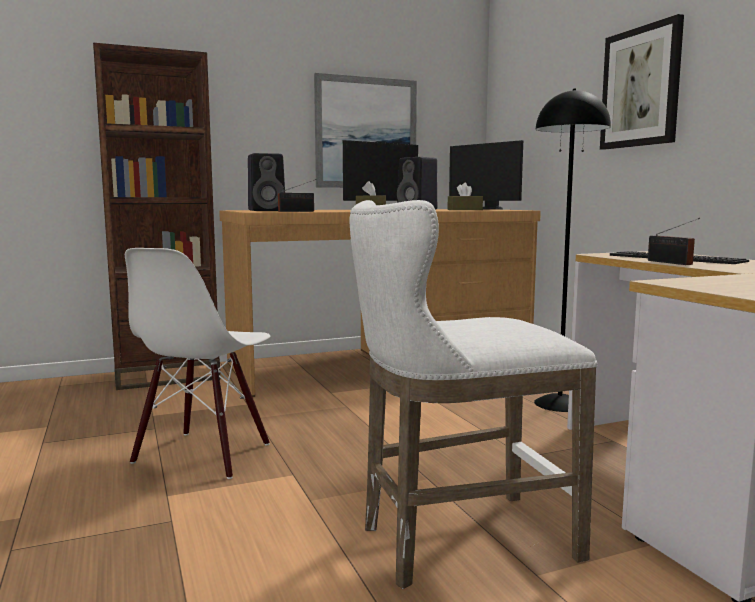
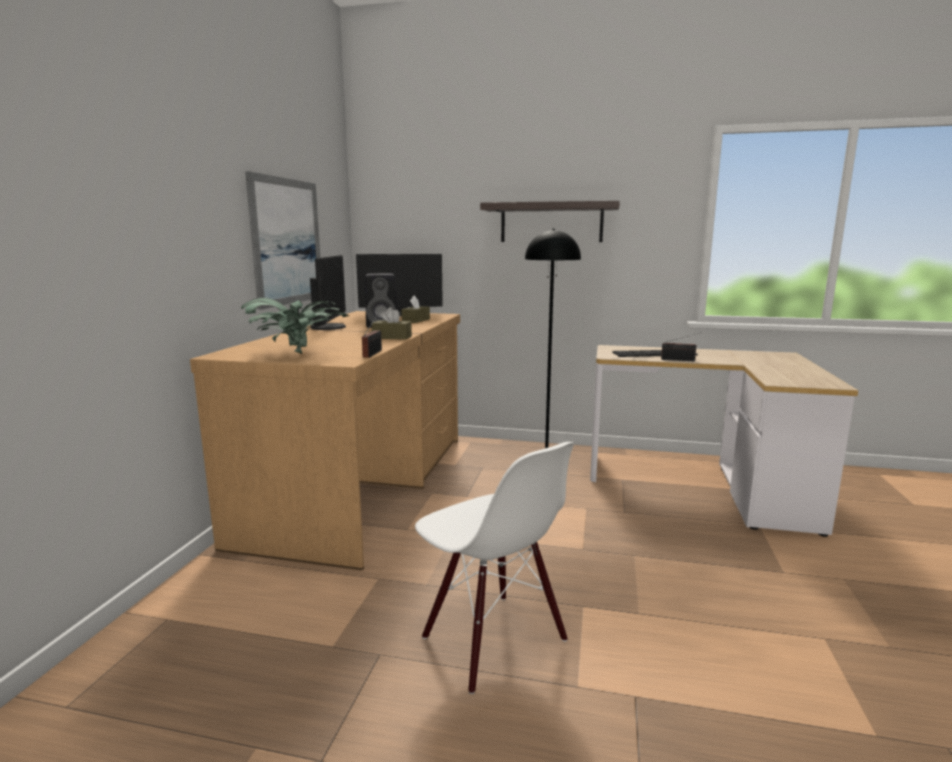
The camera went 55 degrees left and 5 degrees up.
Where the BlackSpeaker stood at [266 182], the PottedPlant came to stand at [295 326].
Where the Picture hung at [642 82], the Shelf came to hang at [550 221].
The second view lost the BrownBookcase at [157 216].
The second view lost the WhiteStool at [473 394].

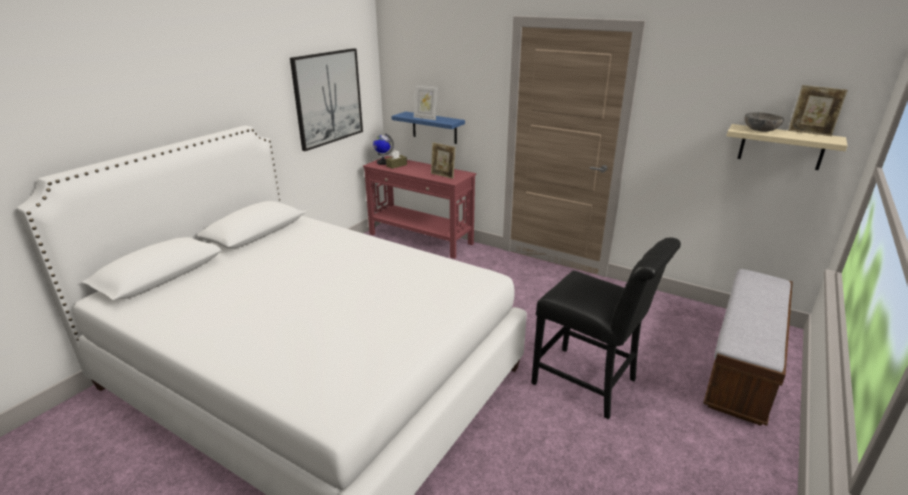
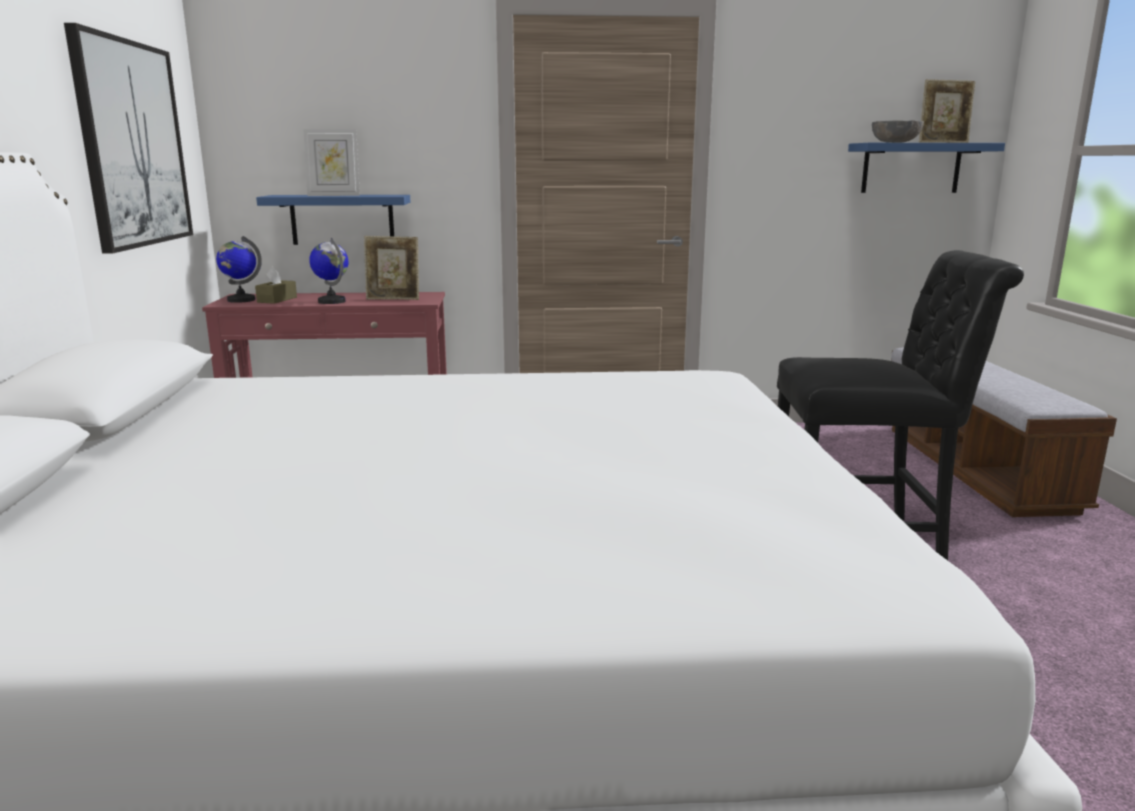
The camera went 35 degrees left and 10 degrees down.
The second view gained the Globe at [329 271].
What was the BeigeShelf at [787 147] turned into the BlueShelf at [926 168].

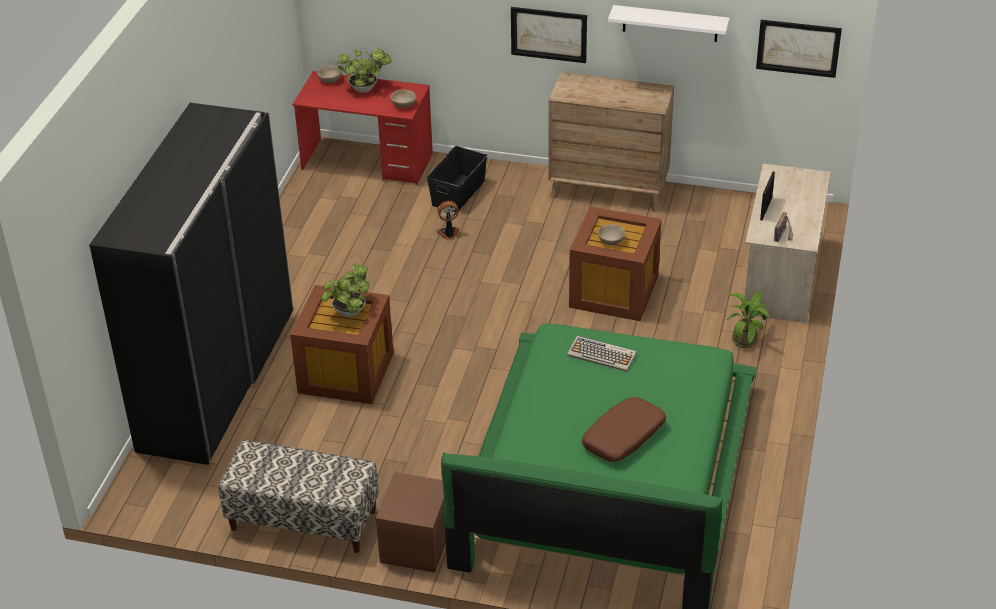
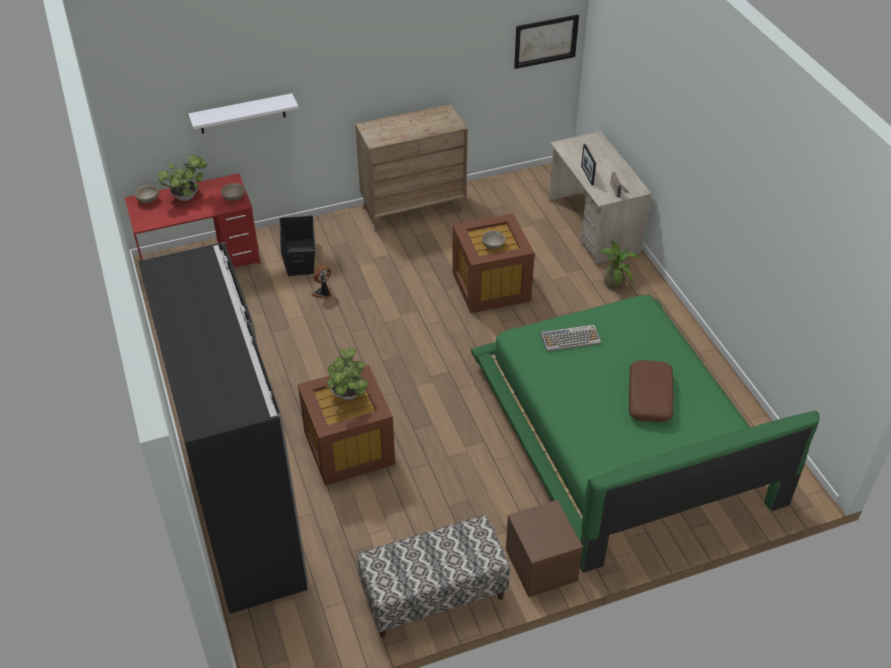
The camera went 35 degrees left and 5 degrees up.
The WhiteShelf ended up elsewhere, having gone from [669 23] to [243 113].
The second view lost the Picture at [549 35].

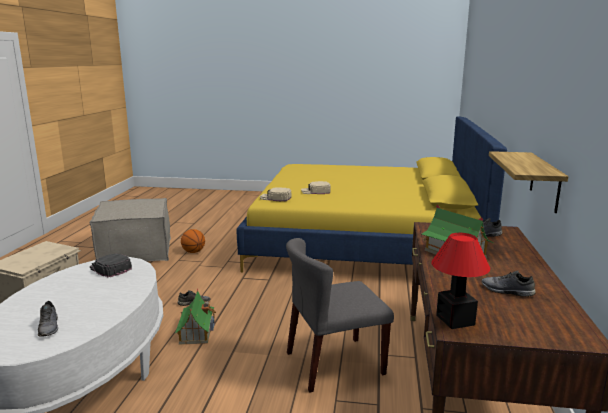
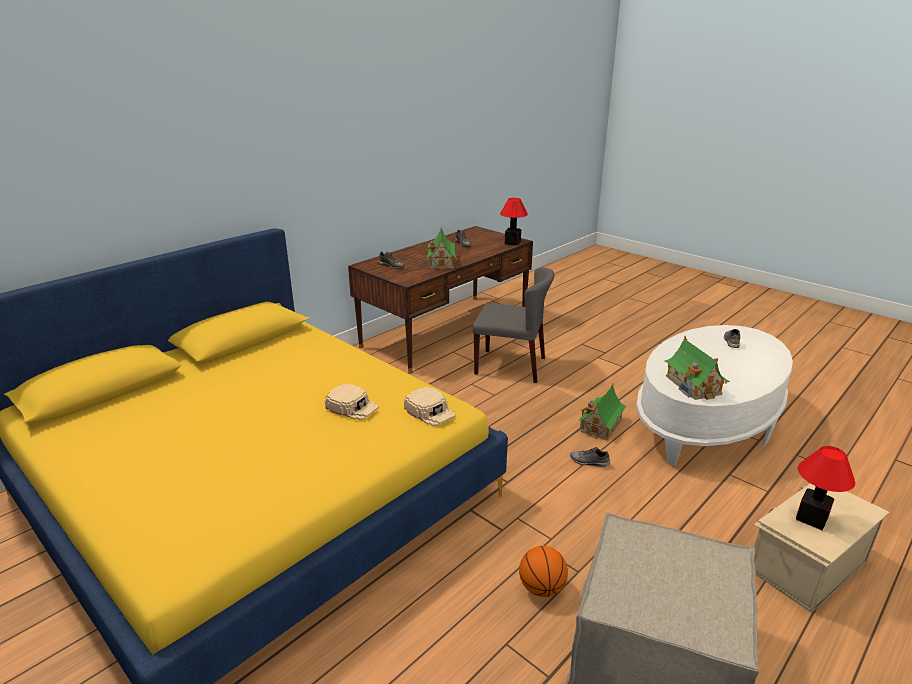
The camera went 145 degrees left and 10 degrees up.
Where the BlackCap stood at [111 265], the ToyHouse came to stand at [697 368].
The second view gained the TableLamp at [825 488].
The second view lost the Shelf at [528 182].

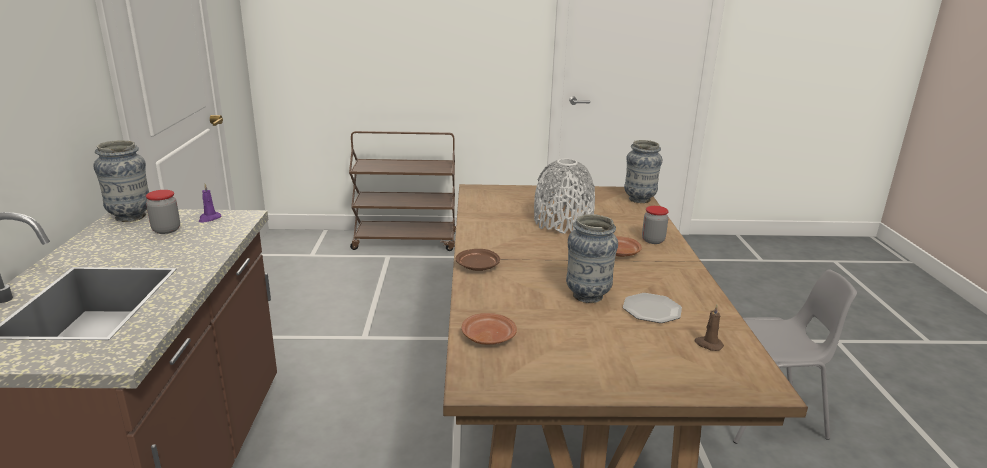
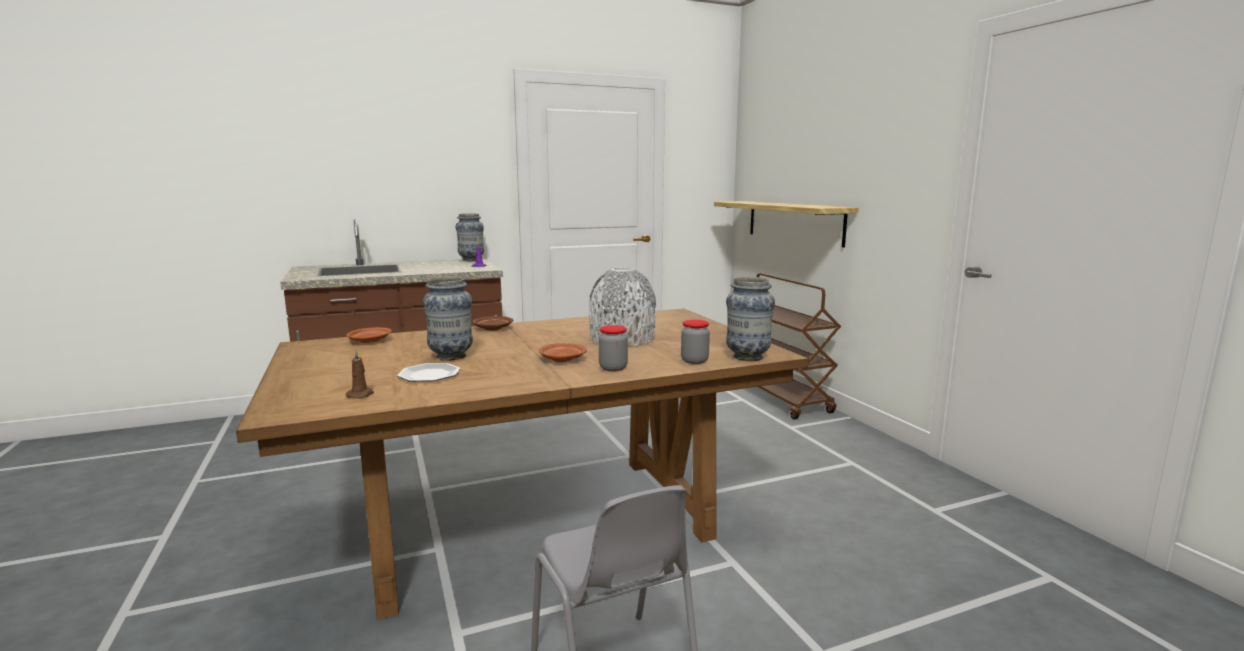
The camera went 70 degrees right and 10 degrees down.
The Jar ended up elsewhere, having gone from [163 212] to [695 342].
The second view gained the Shelf at [786 224].

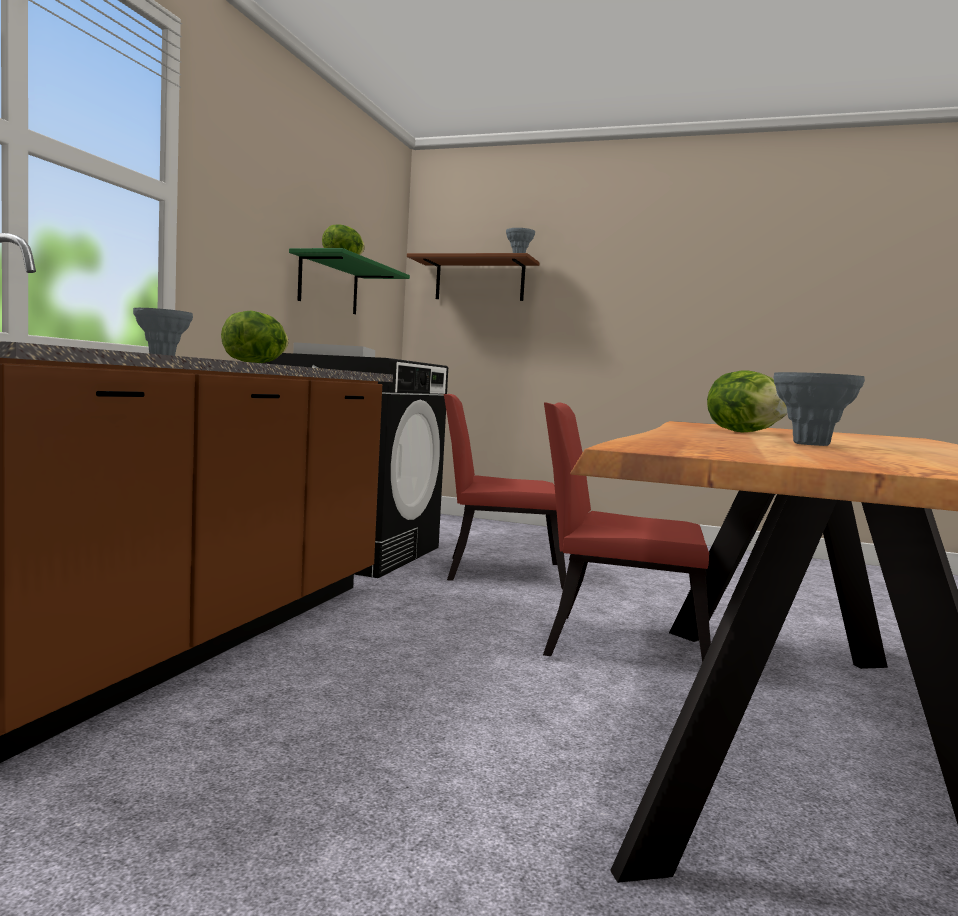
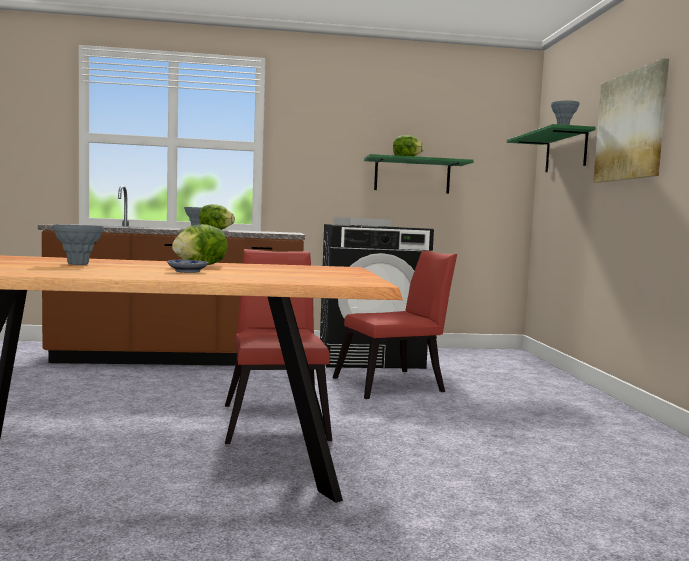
The camera went 65 degrees right and 0 degrees up.
The second view gained the Bowl at [188 266].
The RedChair at [505 491] ended up facing another way, 90 degrees clockwise from before.
What was the BrownShelf at [473 277] turned into the GreenShelf at [551 148].
The second view gained the Picture at [631 120].

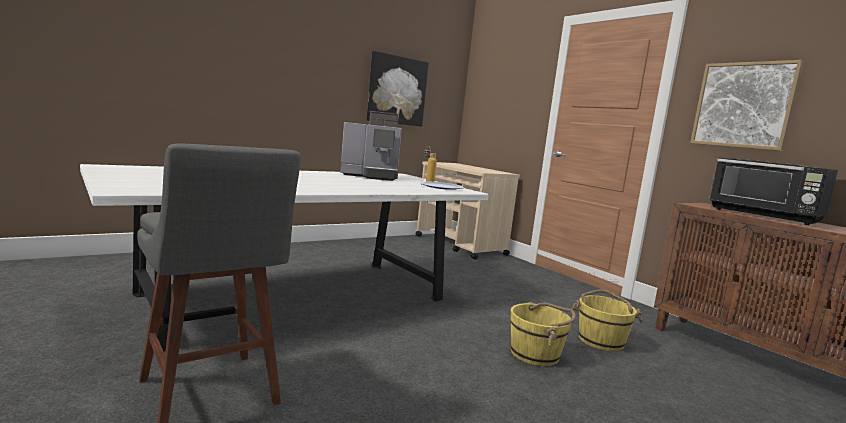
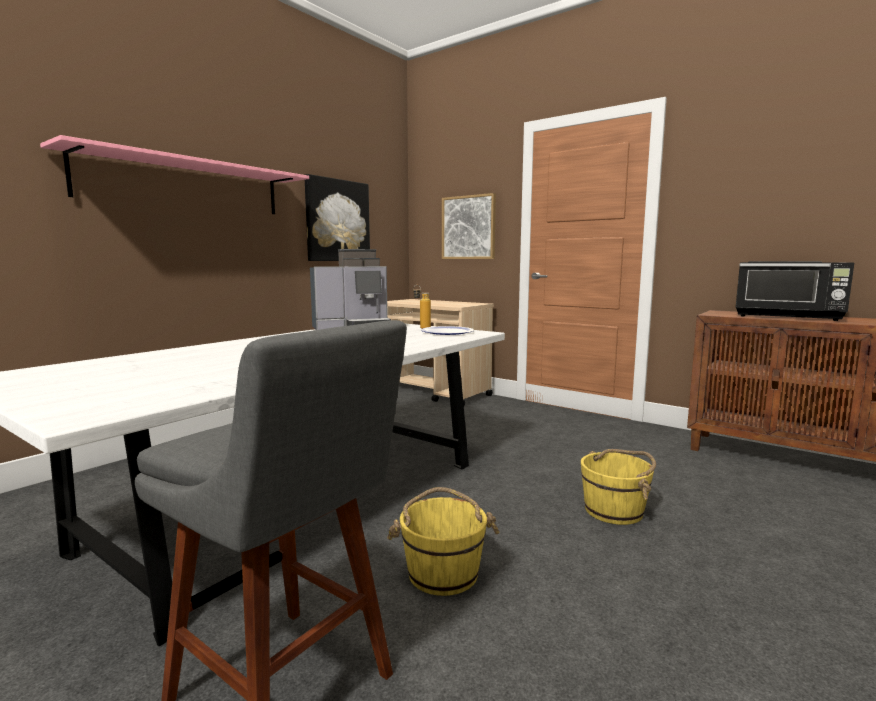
The camera went 15 degrees left and 0 degrees up.
The second view gained the PinkShelf at [174 174].
The YellowBucket ended up elsewhere, having gone from [607 320] to [443 541].
The Picture ended up elsewhere, having gone from [747 105] to [469 226].

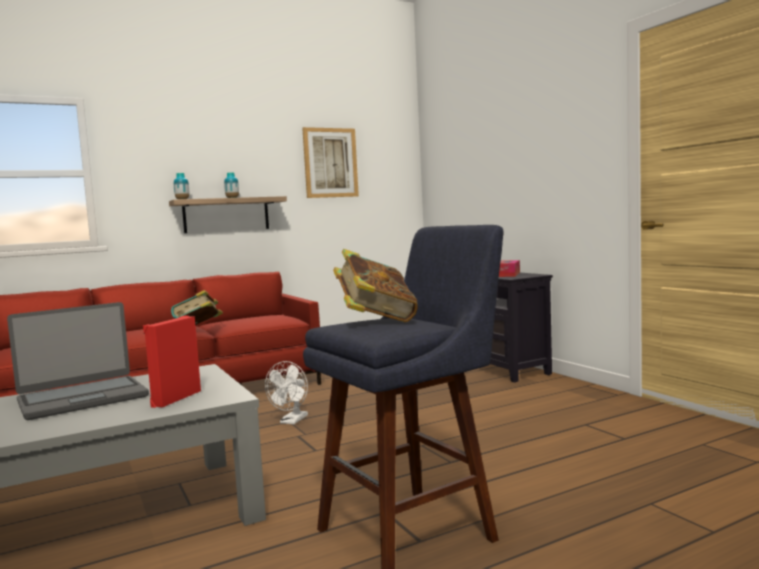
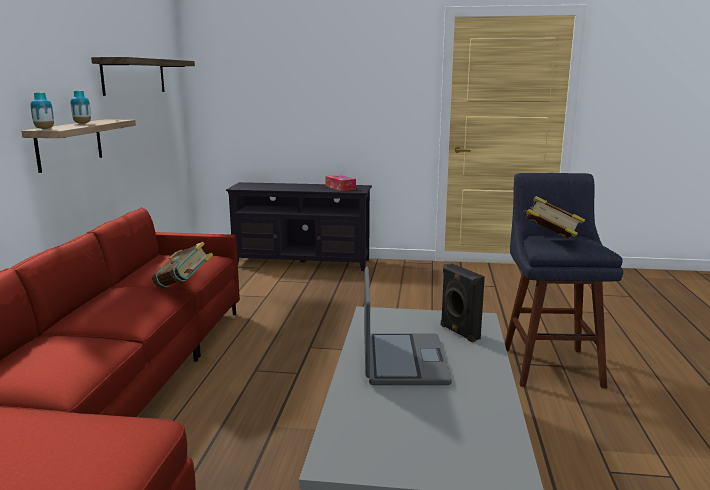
The camera went 55 degrees left and 10 degrees up.
Where the Picture hung at [330 162], the Shelf came to hang at [143 76].
What was the RedSpeaker at [172 362] turned into the BlackSpeaker at [463 303].
The second view lost the WhiteFan at [286 393].

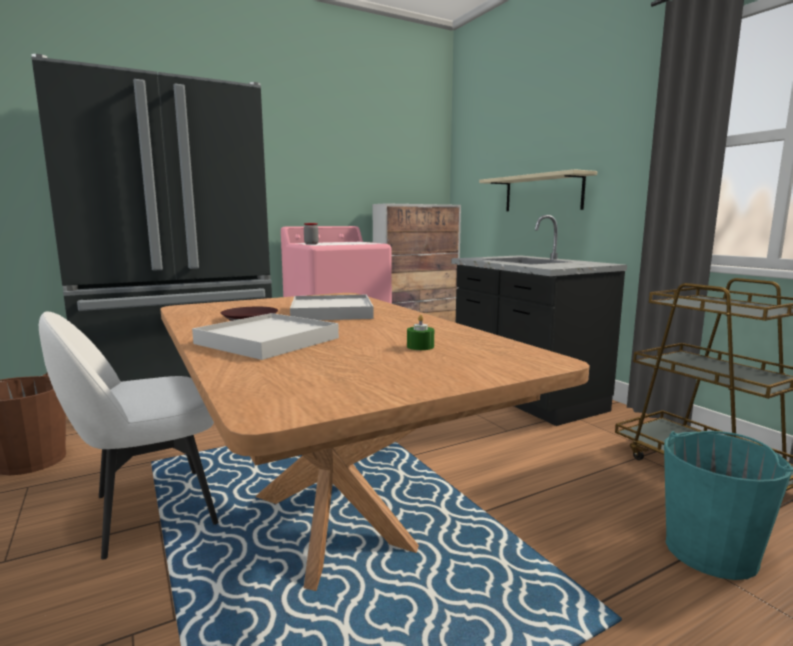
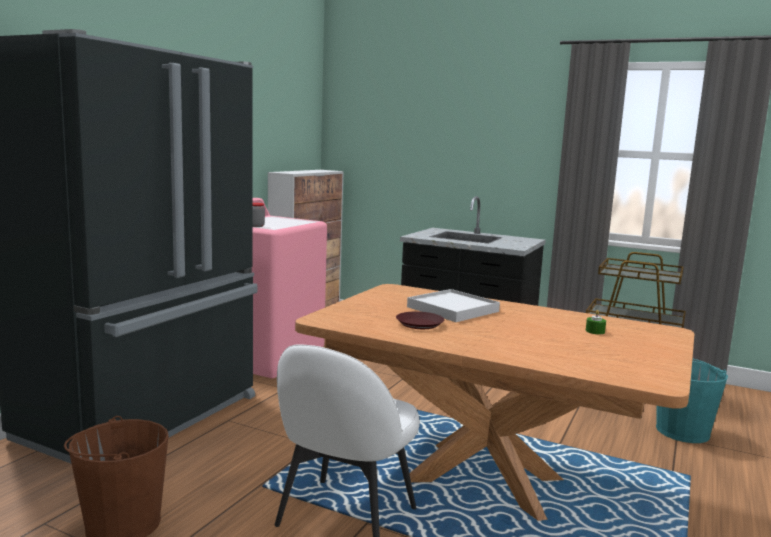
The camera went 35 degrees left and 0 degrees up.
The second view lost the WhiteTray at [265 336].
The second view lost the BeigeShelf at [538 190].

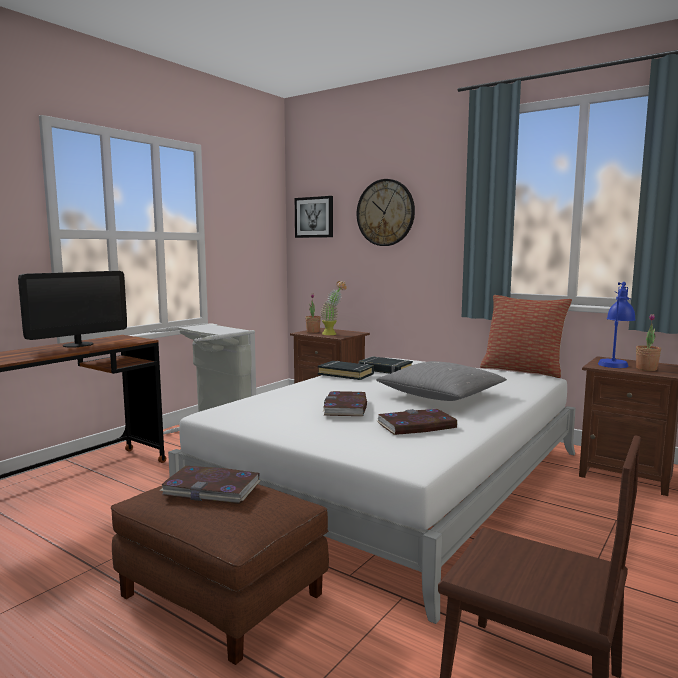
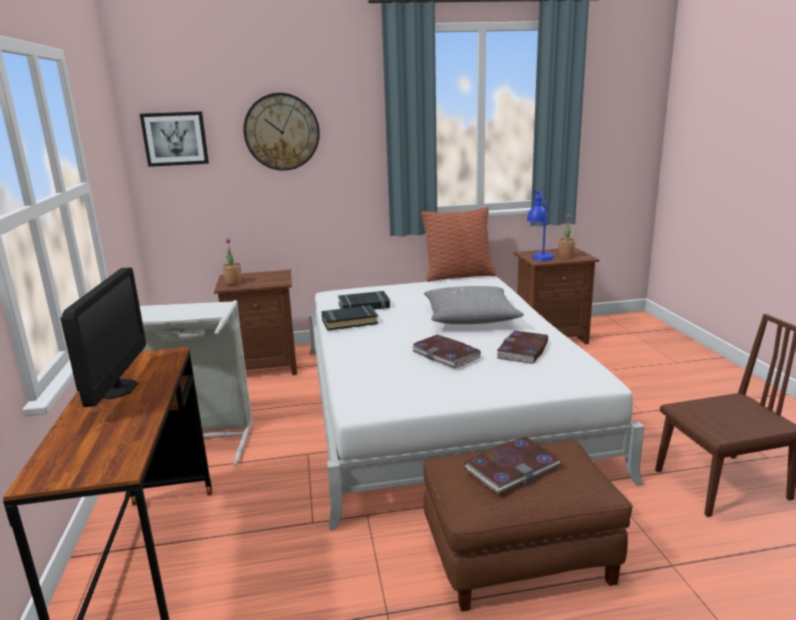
The camera went 45 degrees left and 10 degrees up.
The second view lost the PottedPlant at [334 308].

